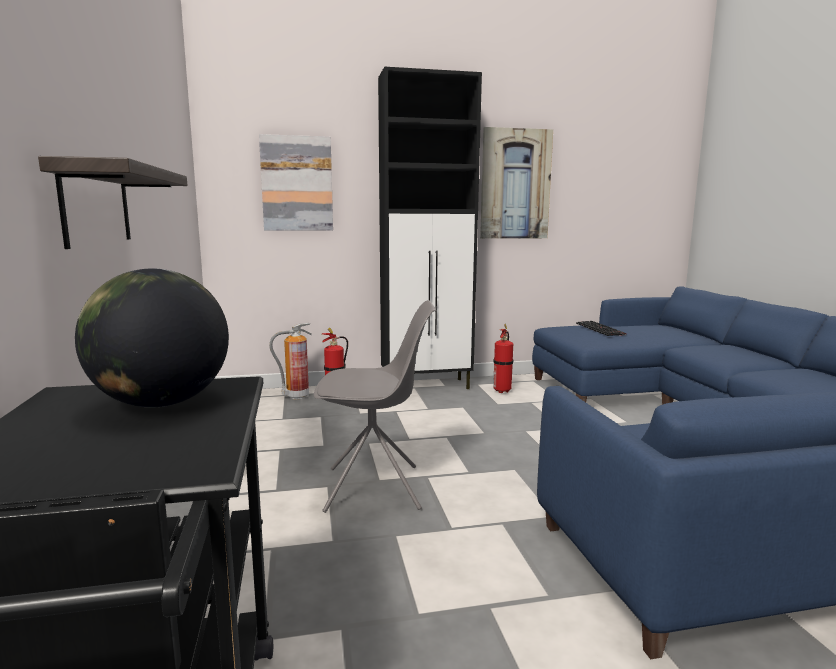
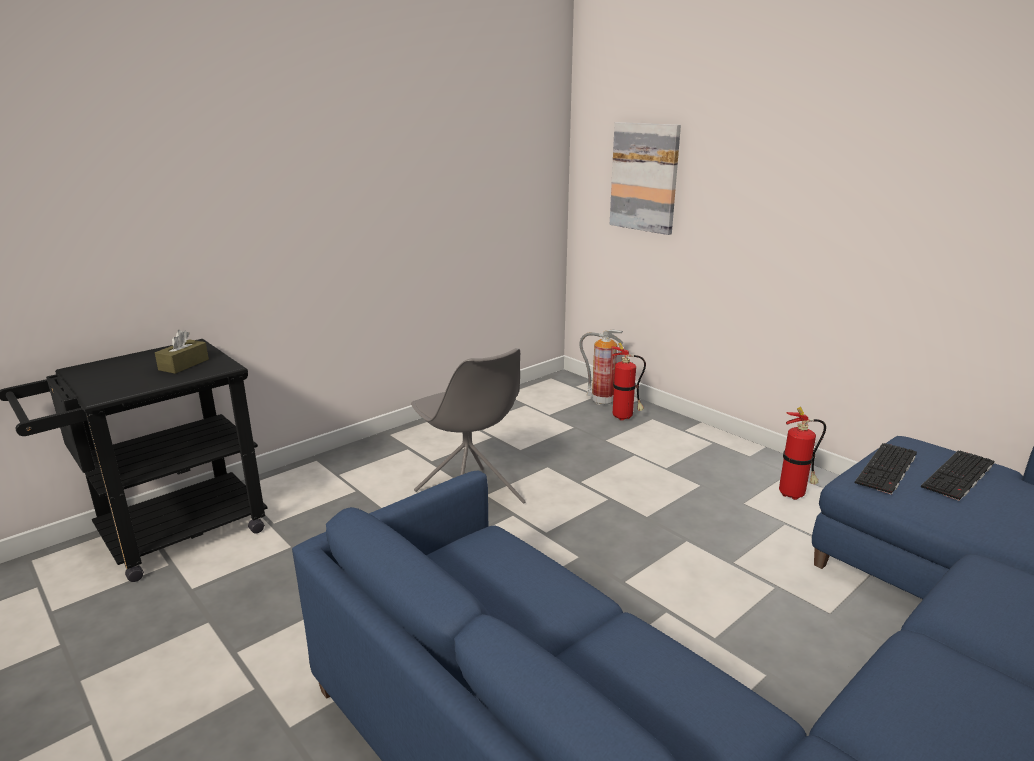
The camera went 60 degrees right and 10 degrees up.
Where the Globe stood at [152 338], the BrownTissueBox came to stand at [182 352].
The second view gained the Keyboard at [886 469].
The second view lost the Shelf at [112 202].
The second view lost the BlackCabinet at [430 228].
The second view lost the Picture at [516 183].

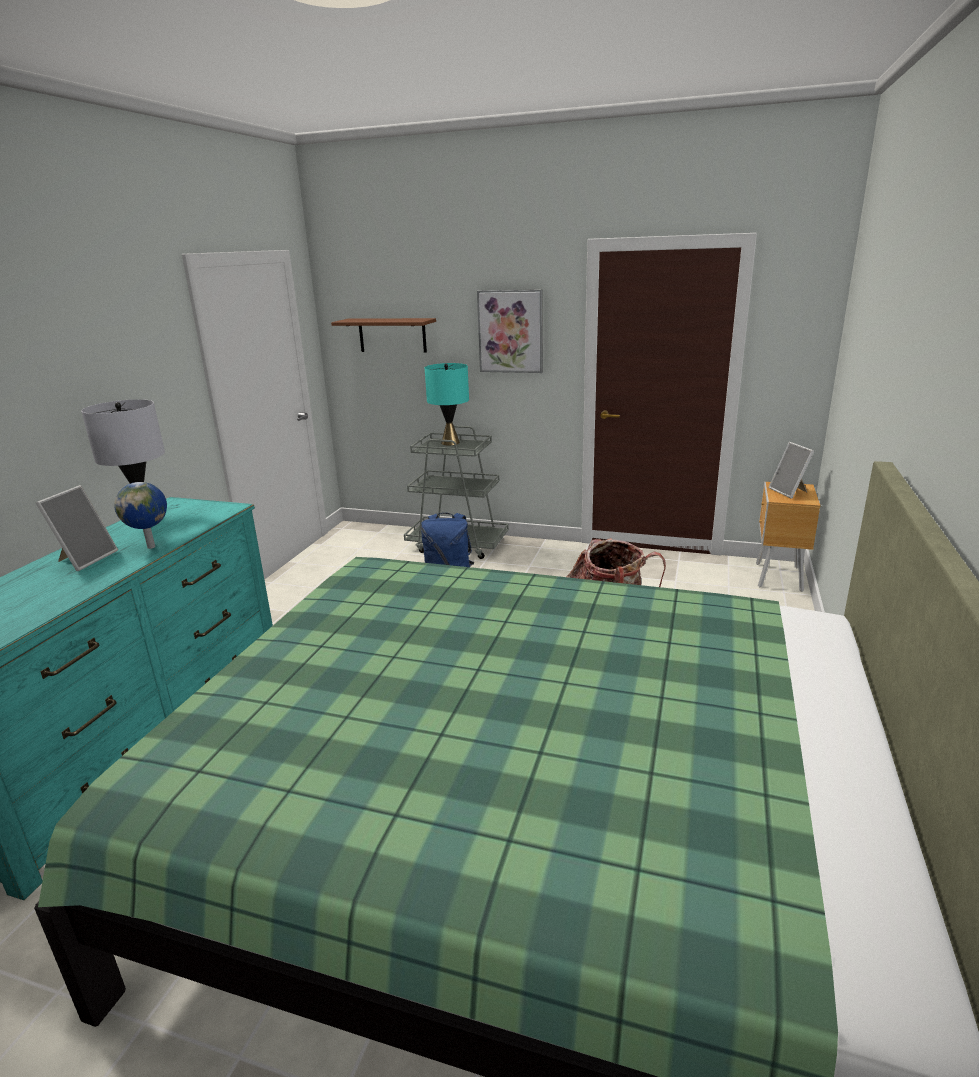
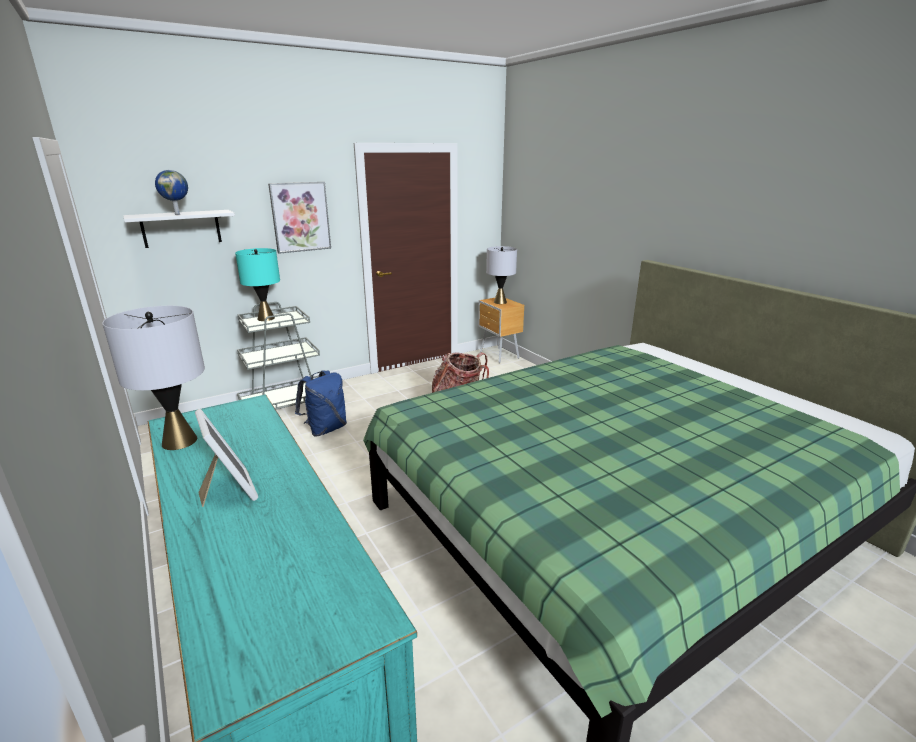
The camera went 50 degrees left and 0 degrees up.
What was the BrownShelf at [383 335] turned into the WhiteShelf at [179 229].
The Globe ended up elsewhere, having gone from [140 515] to [171 192].
Where the PictureFrame stood at [791 470], the GreyTableLamp came to stand at [501 275].

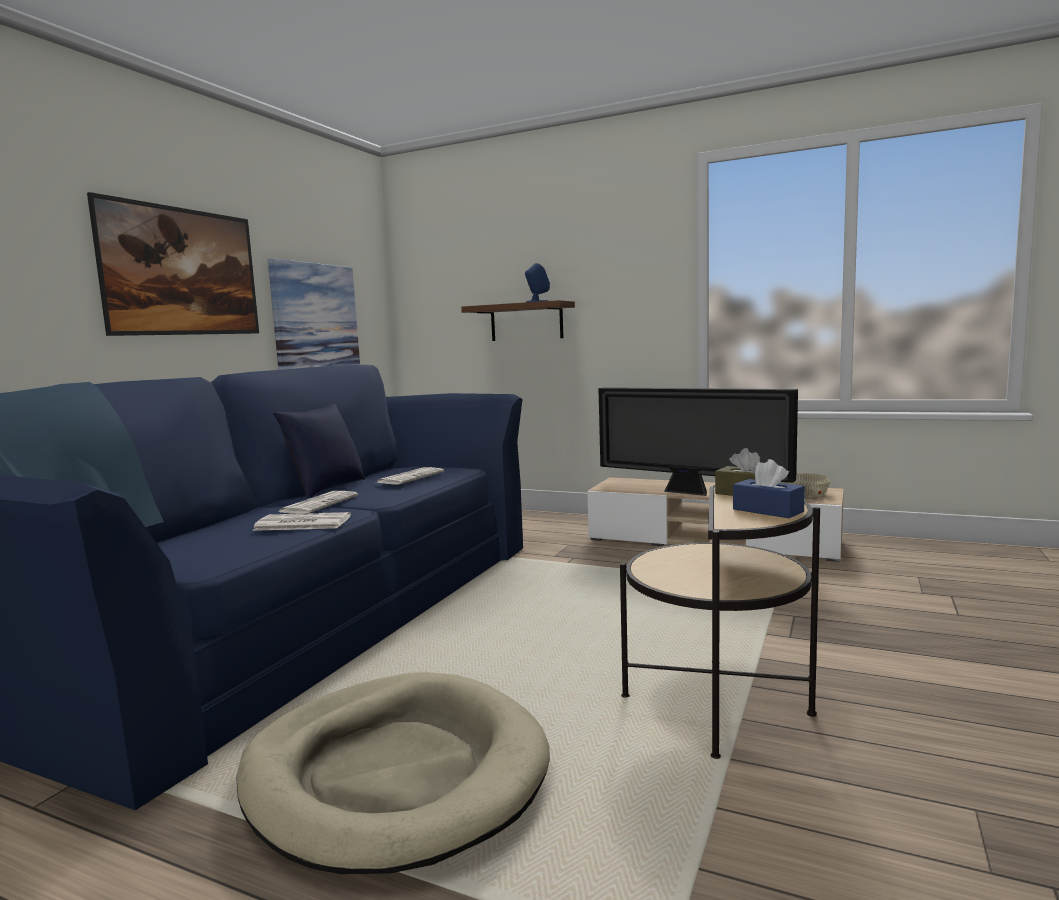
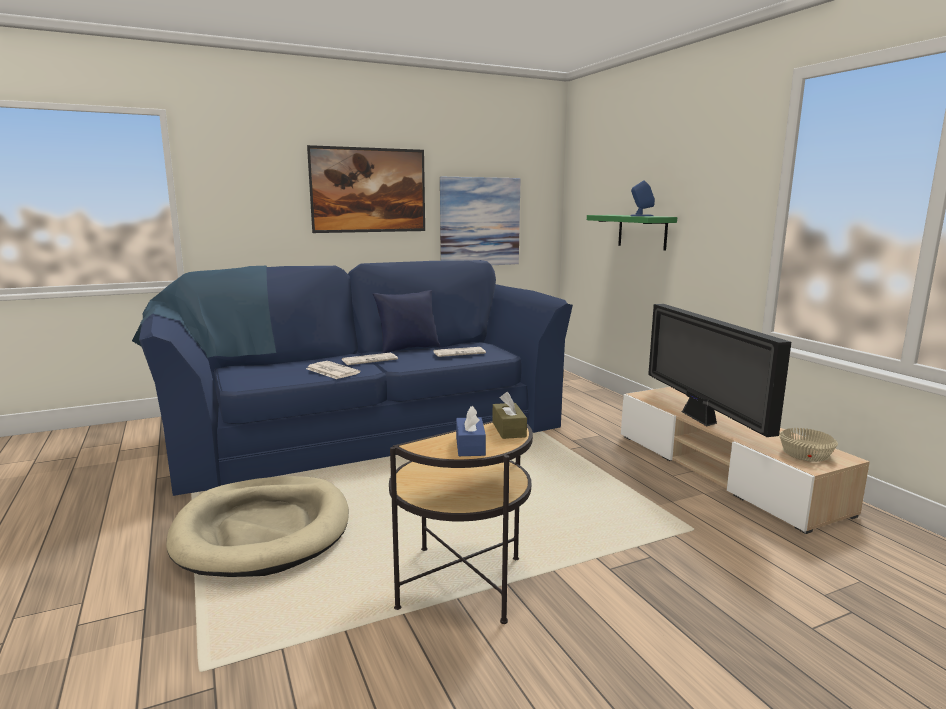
The camera went 40 degrees right and 5 degrees up.
What was the BrownShelf at [518 320] turned into the GreenShelf at [632 232].

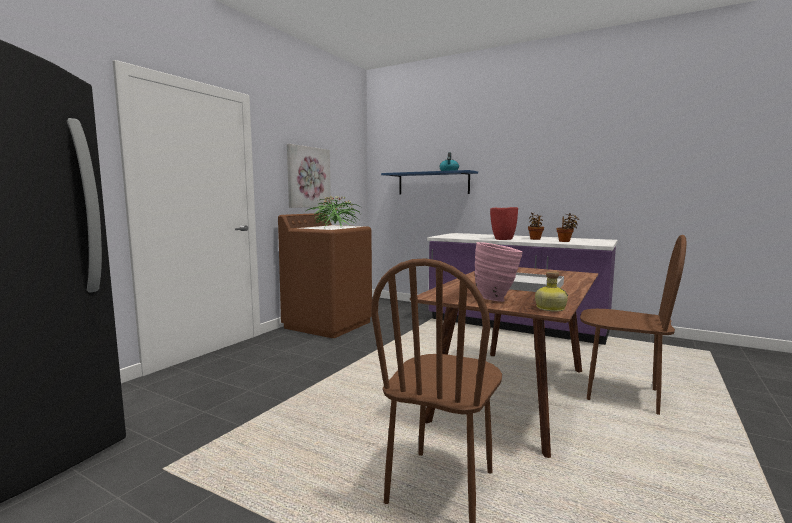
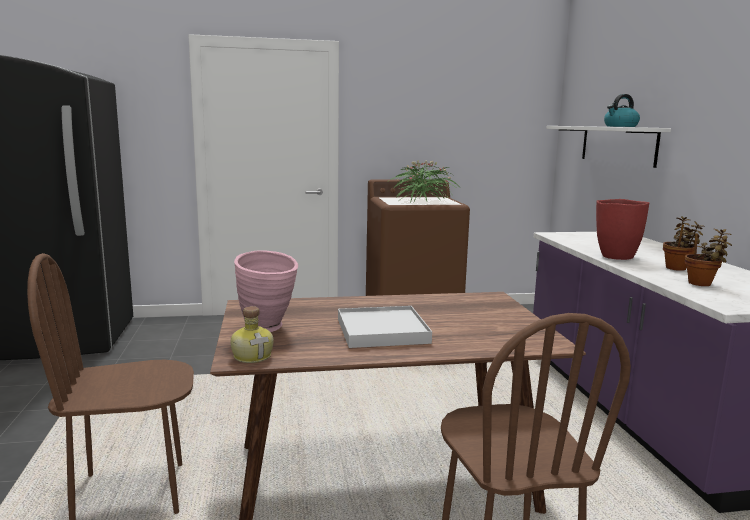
The camera went 50 degrees right and 5 degrees up.
What was the BlueShelf at [429 182] turned into the WhiteShelf at [608 147].
The second view lost the Picture at [309 176].

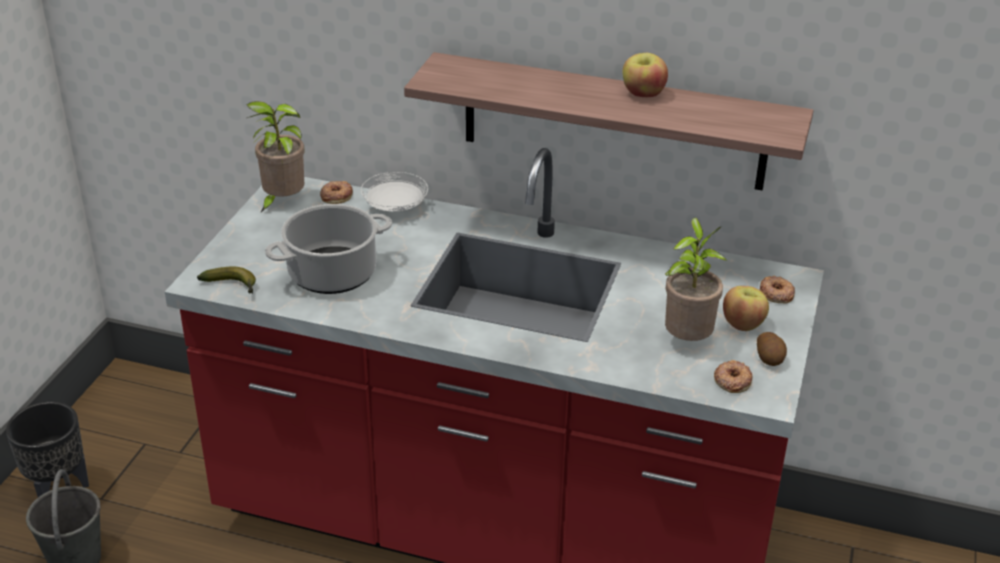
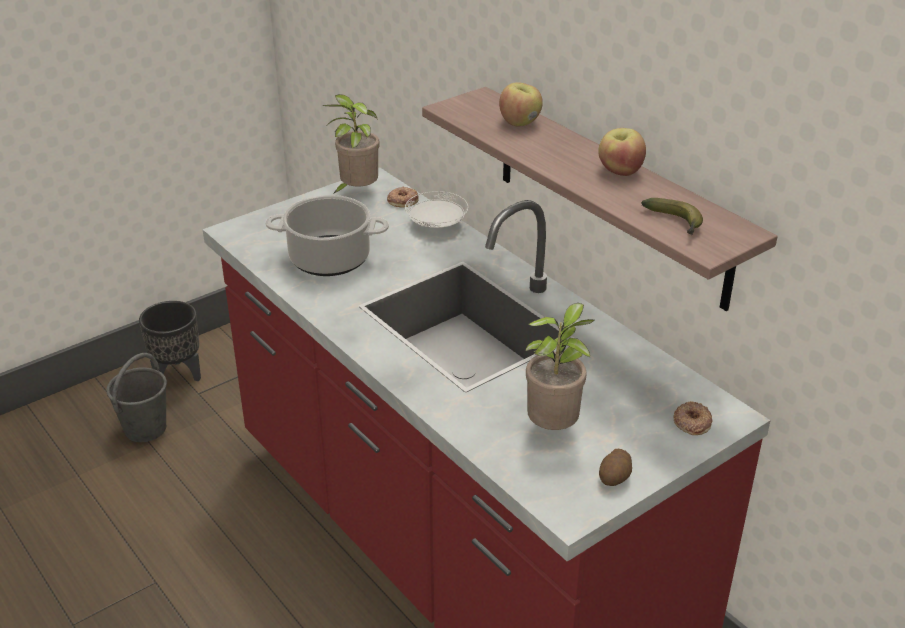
The camera went 35 degrees right and 0 degrees up.
The Apple ended up elsewhere, having gone from [746 308] to [521 104].
The Banana ended up elsewhere, having gone from [226 280] to [672 216].
The second view lost the Donut at [733 376].

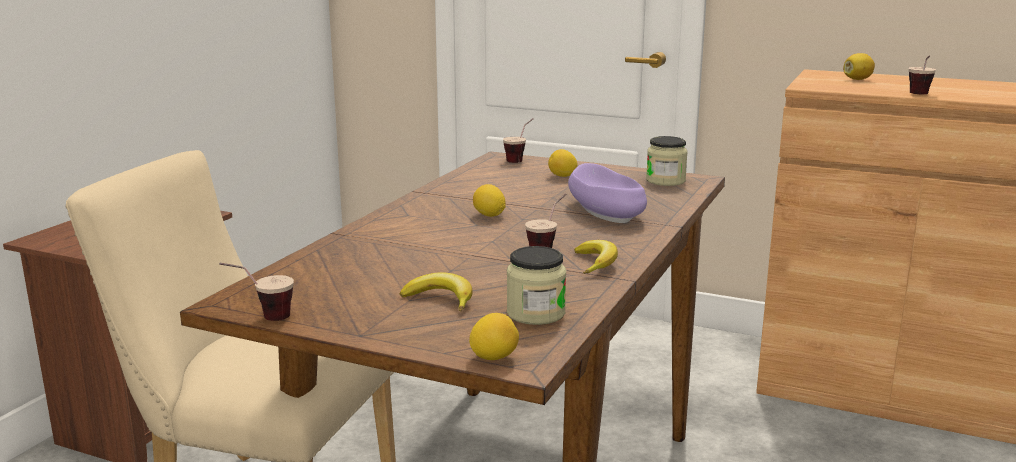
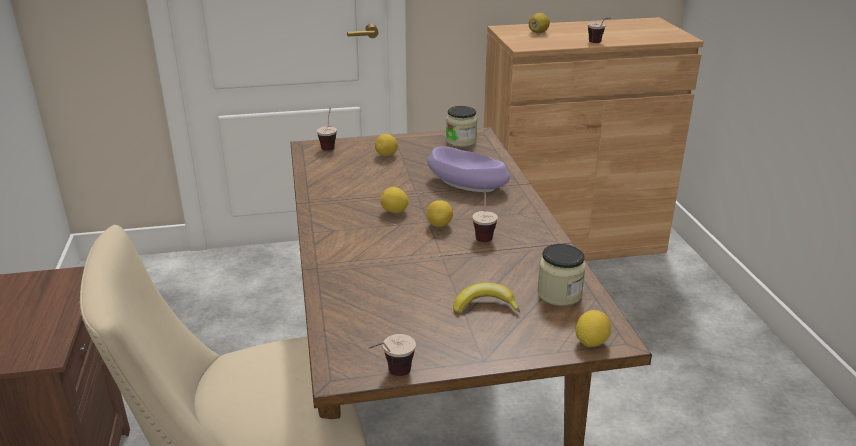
The camera went 35 degrees left and 10 degrees up.
The second view gained the Lemon at [439 213].
The second view lost the Banana at [596 257].

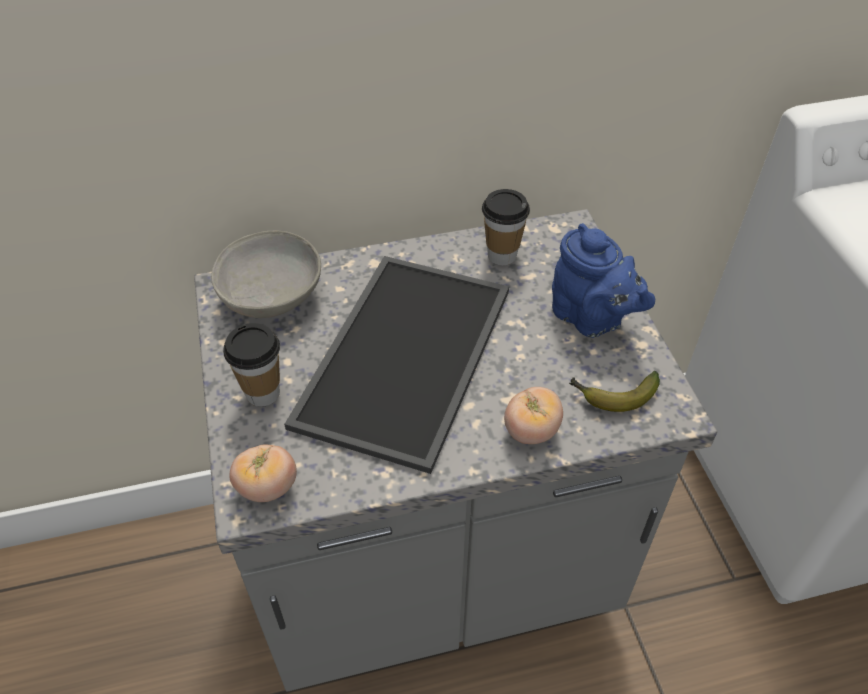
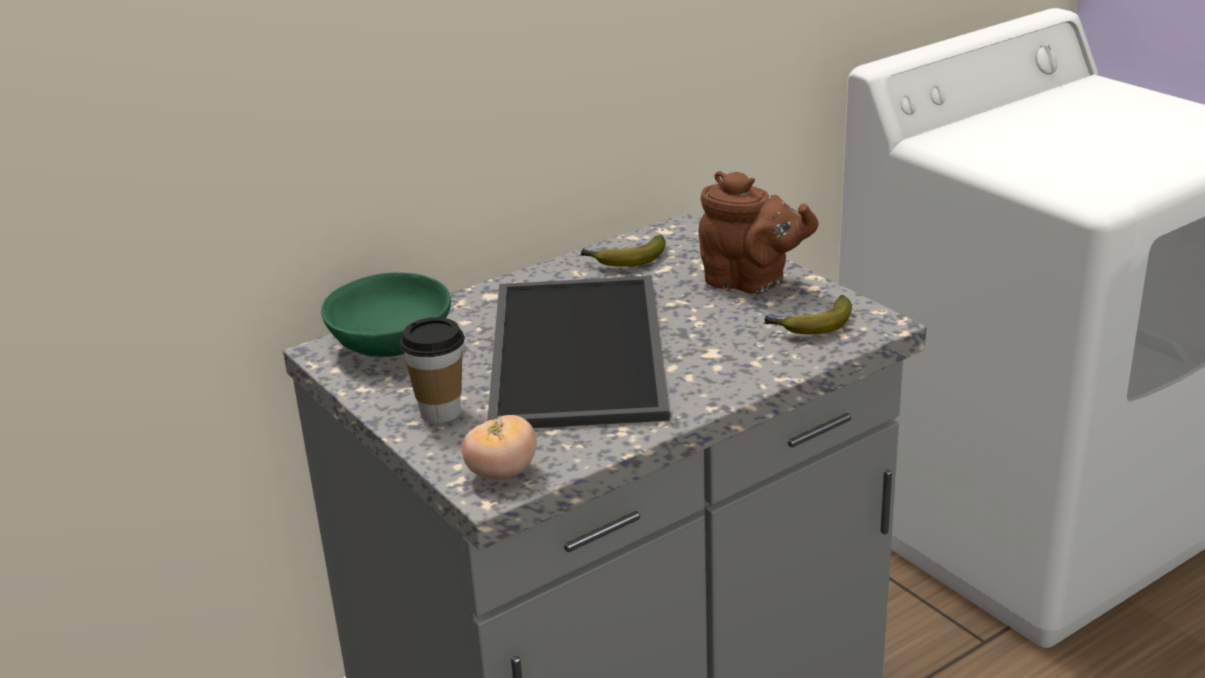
The camera went 20 degrees left and 20 degrees down.
What was the GreyBowl at [266 274] turned into the GreenBowl at [386 314].
Where the Cup stood at [506 227], the Banana came to stand at [623 251].
What was the BlueTeapot at [603 280] turned into the BrownTeapot at [758 232].
The second view lost the Tomato at [533 415].

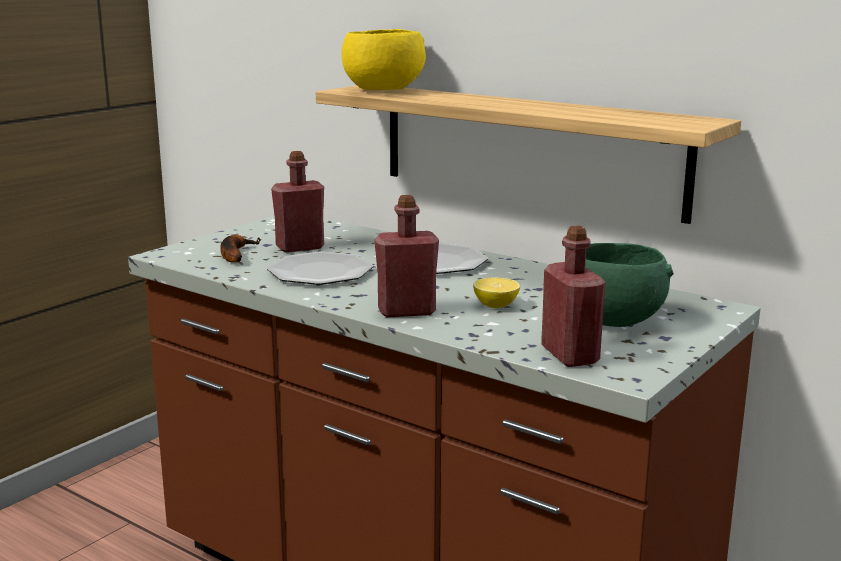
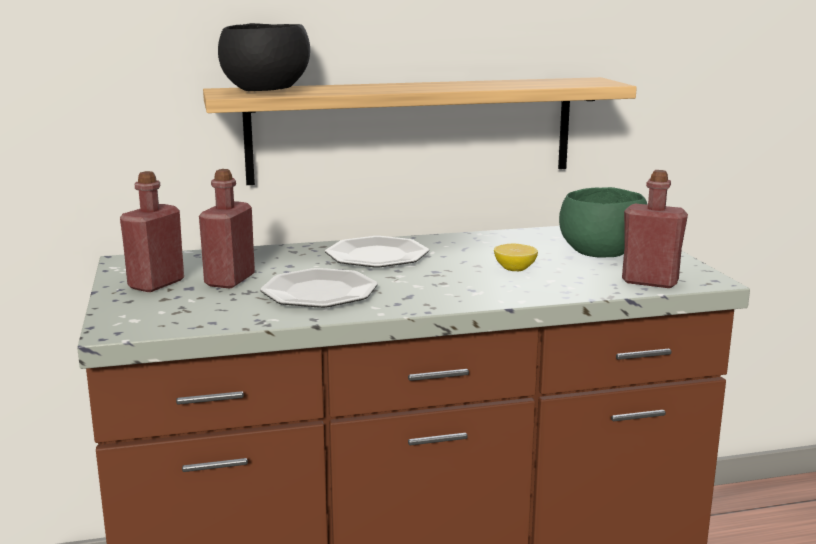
The camera went 50 degrees left and 0 degrees up.
The RedBottle ended up elsewhere, having gone from [406 256] to [152 231].
What was the YellowBowl at [384 59] turned into the BlackBowl at [264 57].
The second view lost the Banana at [240 249].

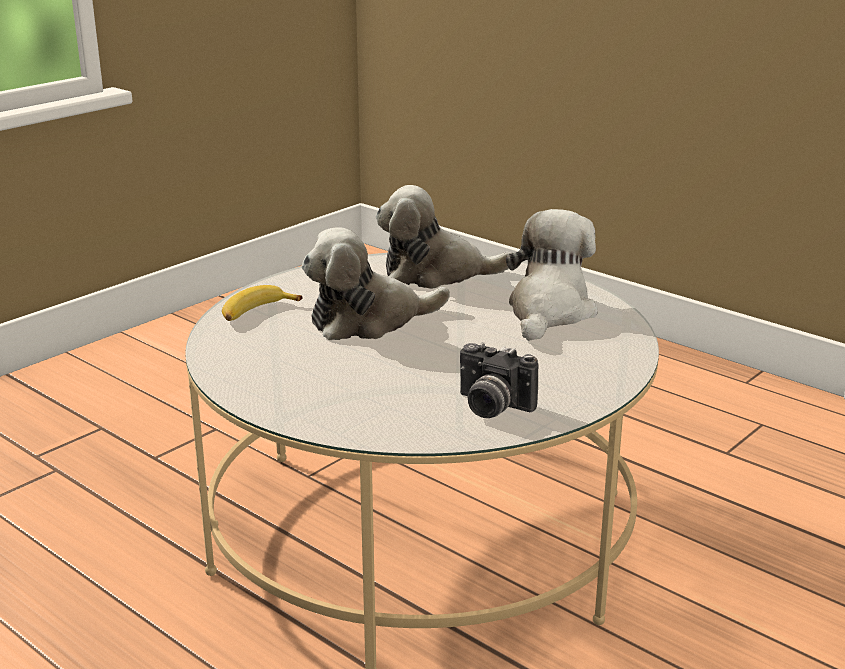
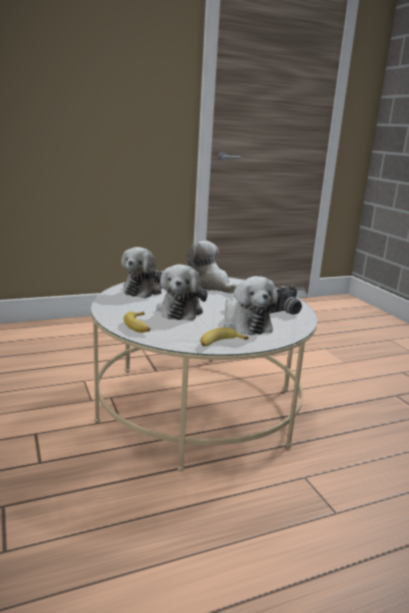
The camera went 65 degrees left and 5 degrees down.
The second view gained the Banana at [224 337].
The second view gained the PlushToy at [251 305].

